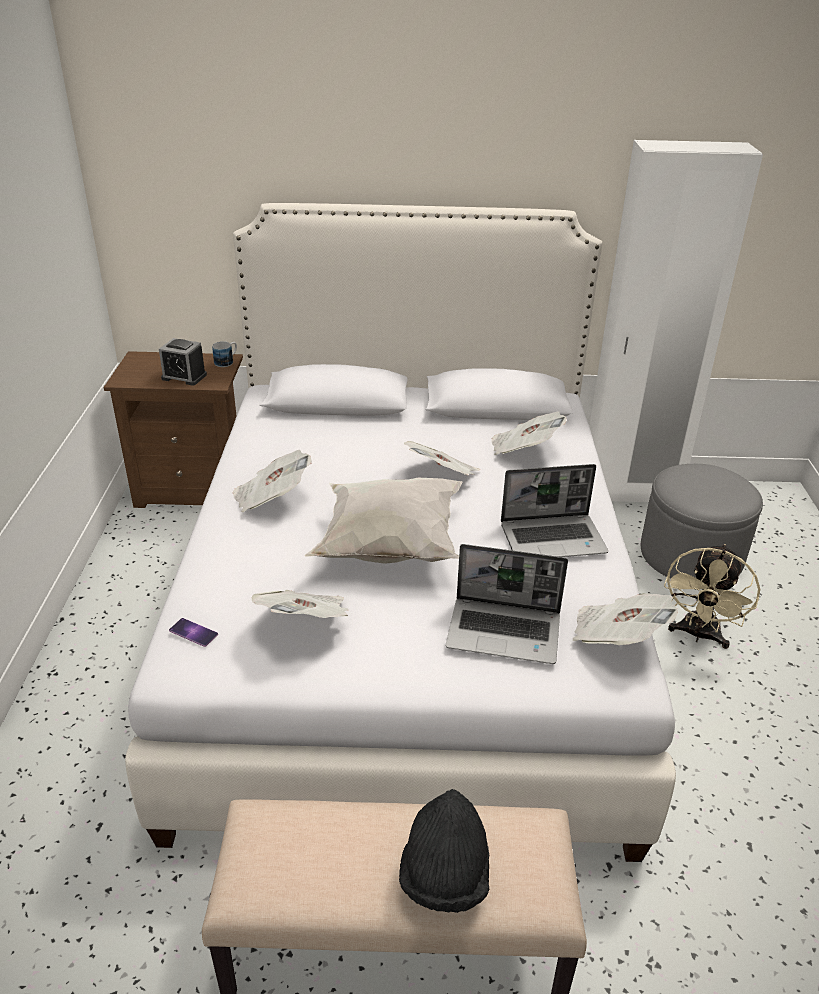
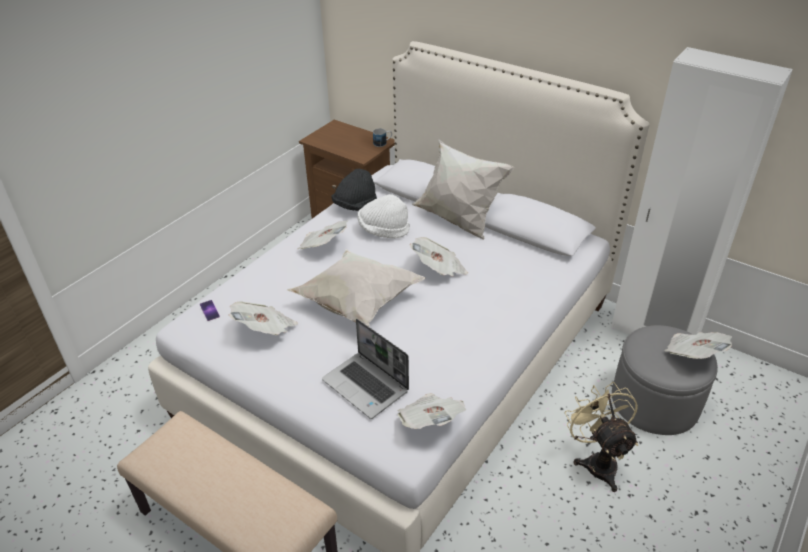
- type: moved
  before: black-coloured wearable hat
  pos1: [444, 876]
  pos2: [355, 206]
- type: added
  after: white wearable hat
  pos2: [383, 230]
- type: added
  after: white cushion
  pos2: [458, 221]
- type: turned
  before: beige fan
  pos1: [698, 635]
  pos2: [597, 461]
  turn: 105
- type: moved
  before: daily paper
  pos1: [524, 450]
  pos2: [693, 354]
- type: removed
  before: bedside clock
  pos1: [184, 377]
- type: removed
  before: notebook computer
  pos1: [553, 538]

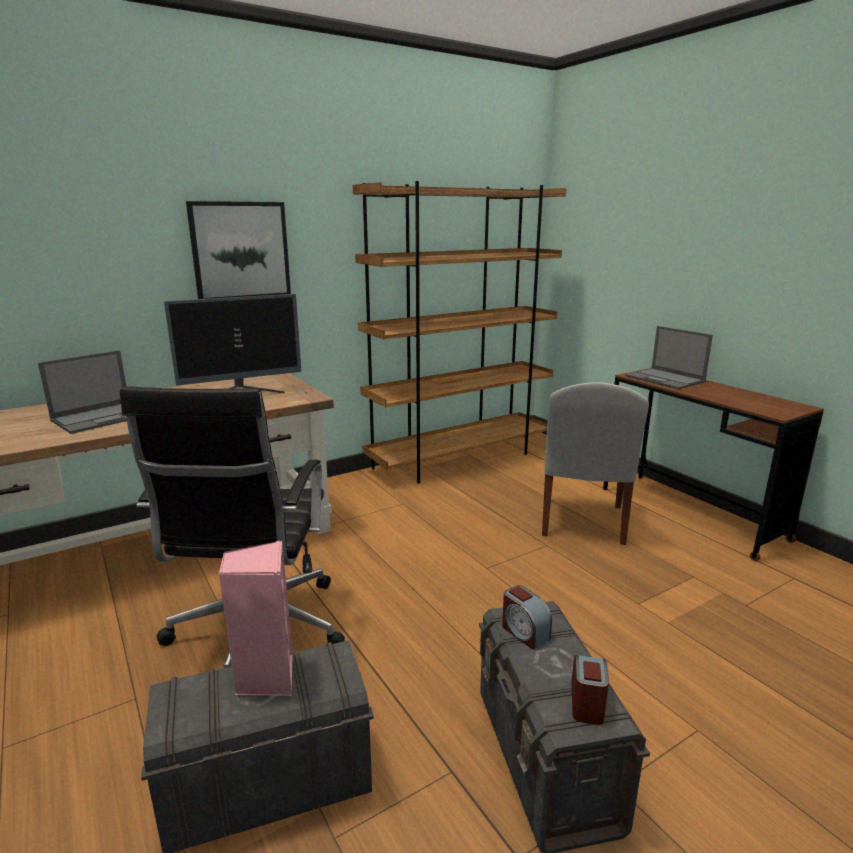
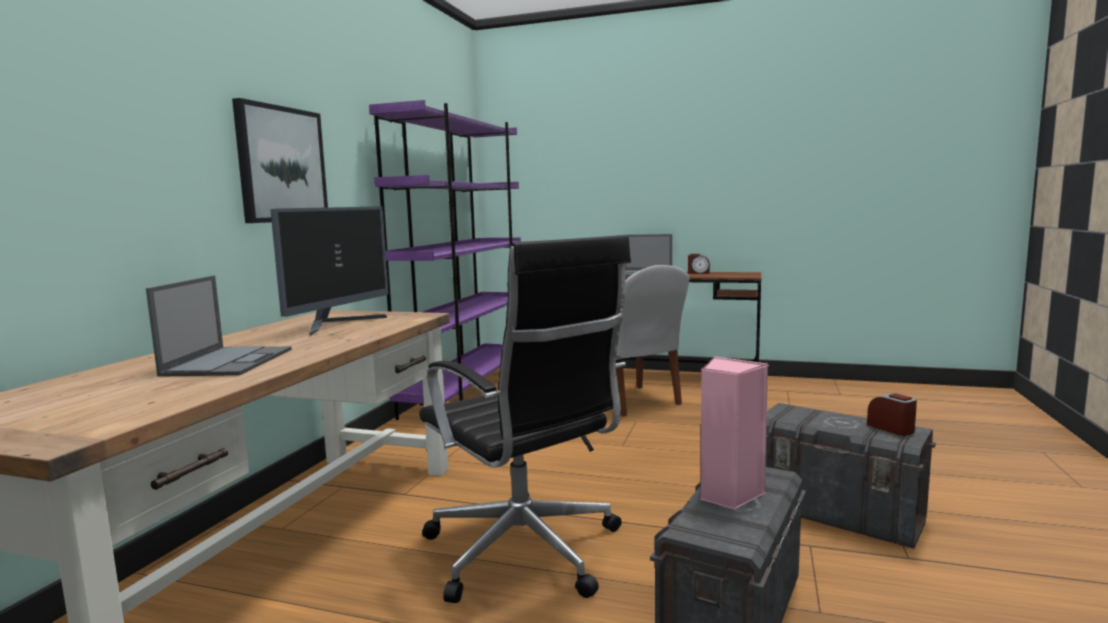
- type: recoloured
  before: brown bookcase
  after: purple bookcase
  pos1: [460, 459]
  pos2: [467, 392]
- type: moved
  before: bedside clock
  pos1: [524, 632]
  pos2: [698, 273]

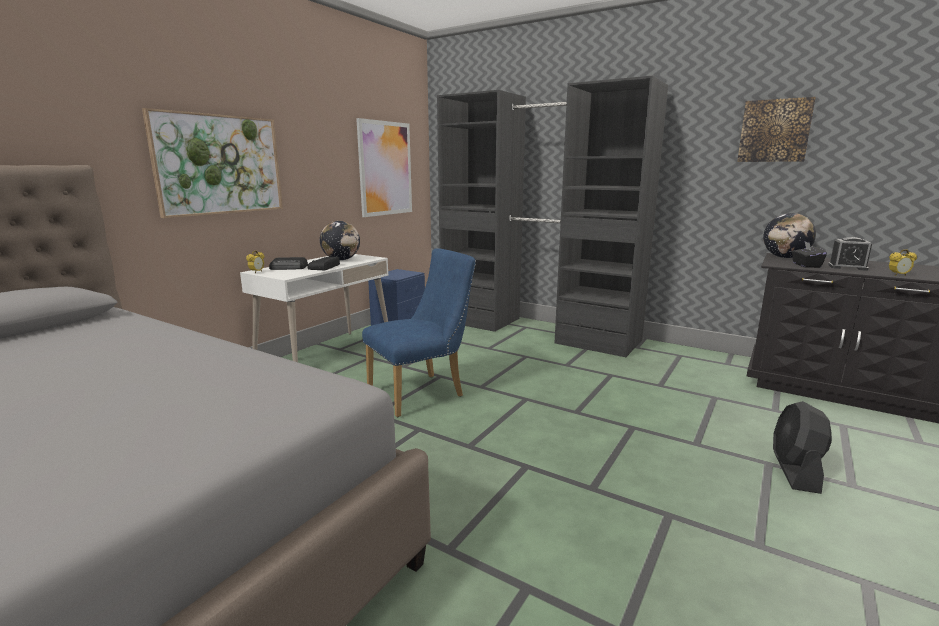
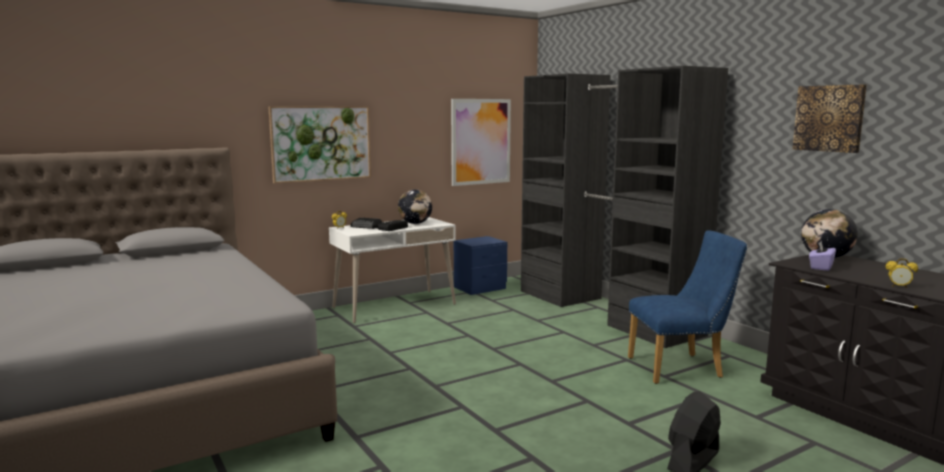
- type: moved
  before: bluish chair
  pos1: [422, 393]
  pos2: [681, 368]
- type: recoloured
  before: black-coloured box of tissues
  after: purple box of tissues
  pos1: [805, 265]
  pos2: [820, 267]
- type: removed
  before: bedside clock
  pos1: [847, 267]

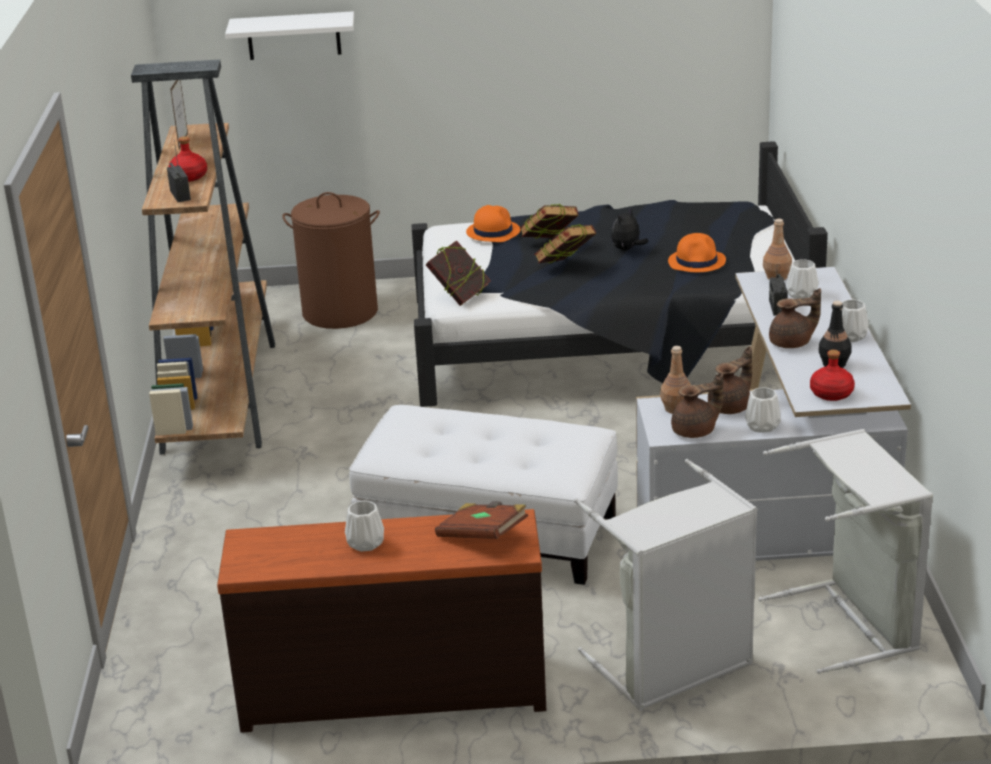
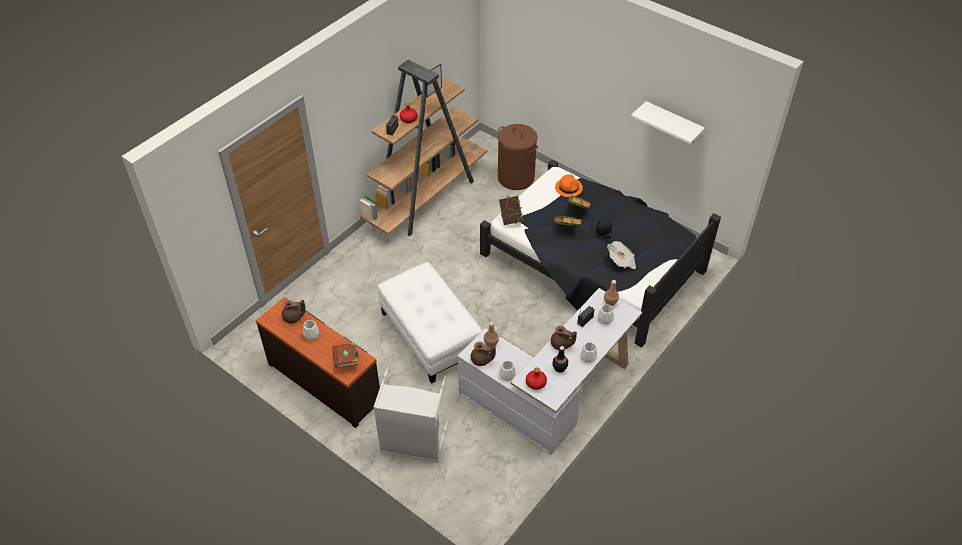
- type: moved
  before: brown teapot
  pos1: [731, 407]
  pos2: [293, 318]
- type: replaced
  before: orangey wearable hat
  after: daily paper
  pos1: [697, 261]
  pos2: [621, 261]
- type: moved
  before: white shelf
  pos1: [293, 35]
  pos2: [673, 123]
- type: removed
  before: greyish washing basket
  pos1: [852, 622]

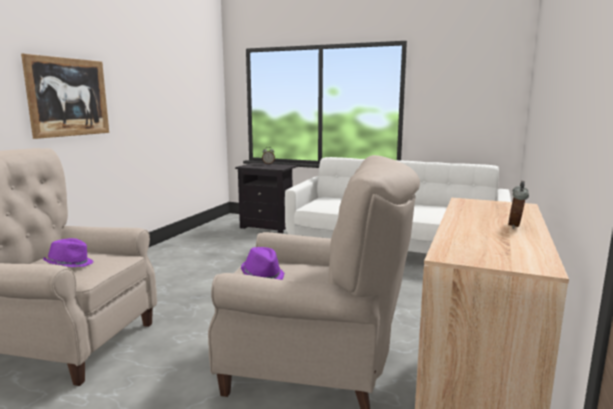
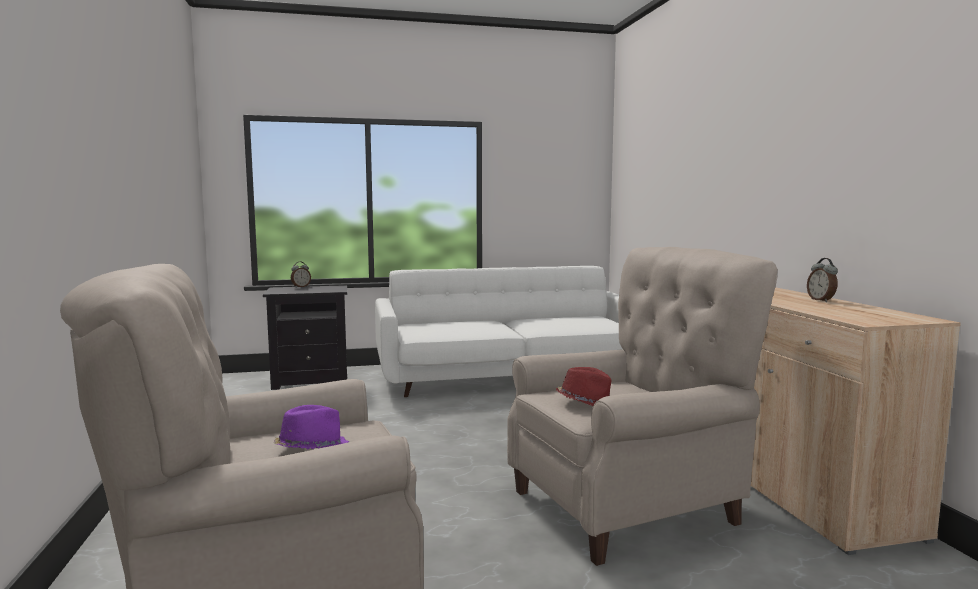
- type: recoloured
  before: purple wearable hat
  after: red-coloured wearable hat
  pos1: [262, 275]
  pos2: [586, 402]
- type: removed
  before: picture
  pos1: [68, 97]

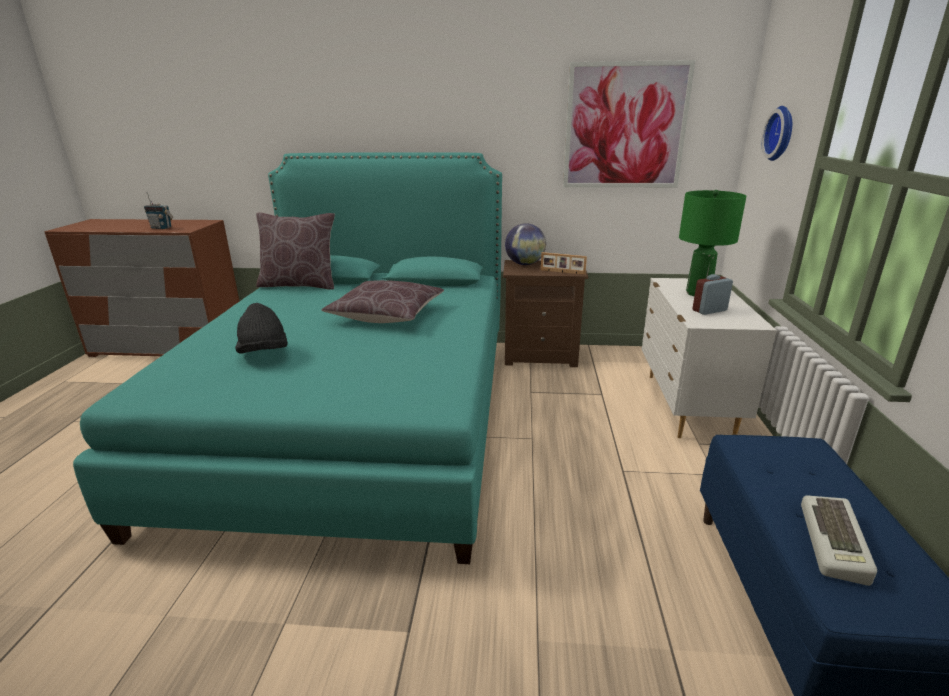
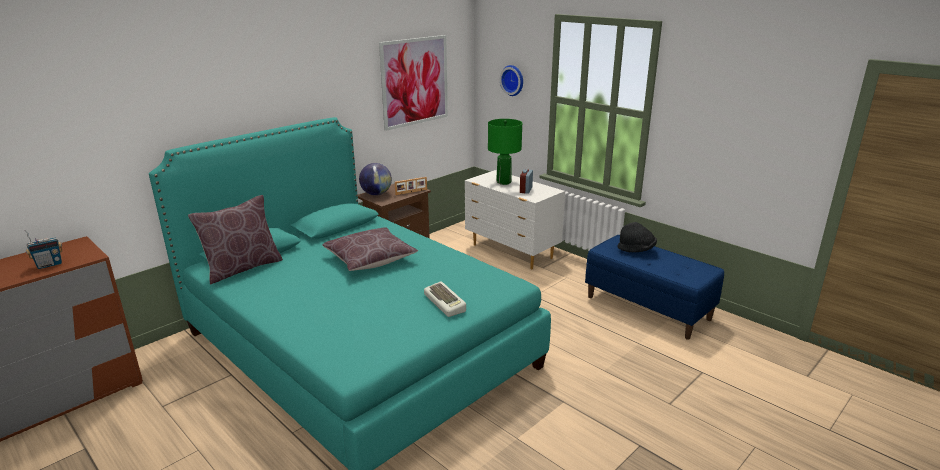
- type: moved
  before: keyboard
  pos1: [836, 544]
  pos2: [446, 303]
- type: moved
  before: black-coloured wearable hat
  pos1: [264, 353]
  pos2: [636, 250]

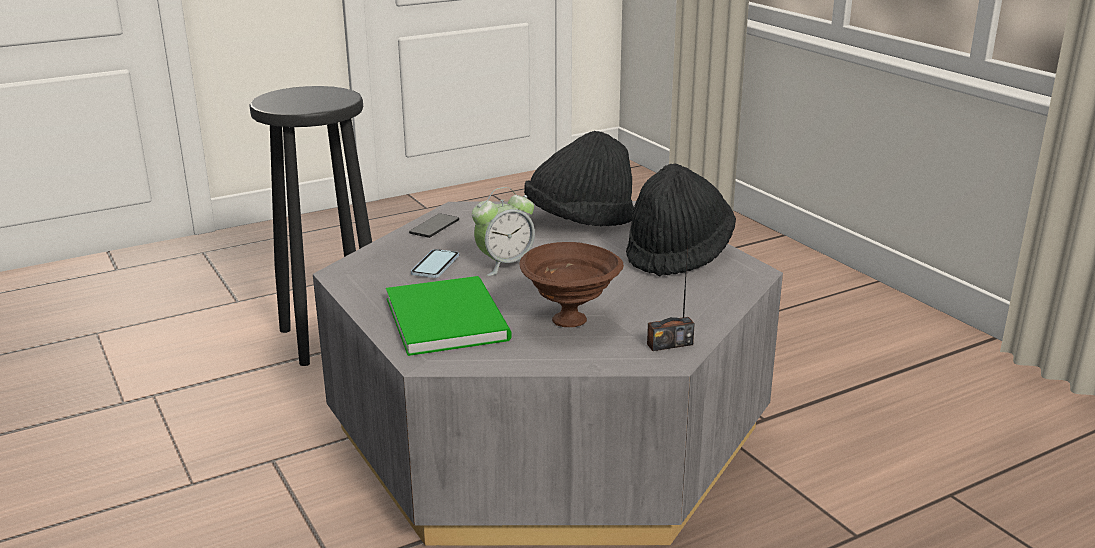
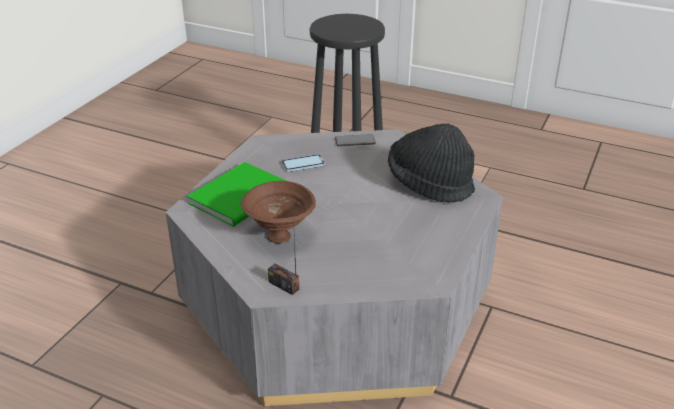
- type: removed
  before: bedside clock
  pos1: [505, 265]
- type: removed
  before: black-coloured wearable hat
  pos1: [678, 254]

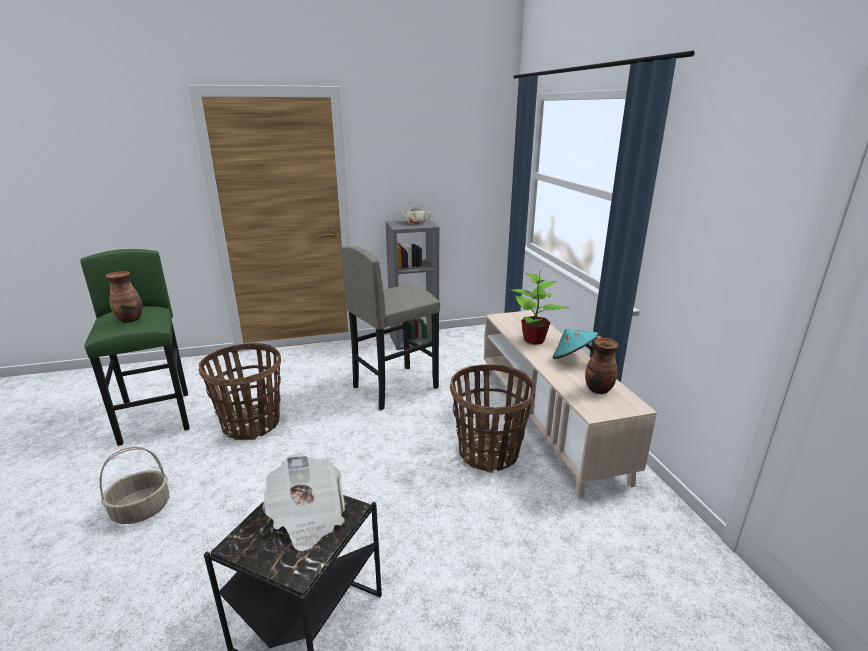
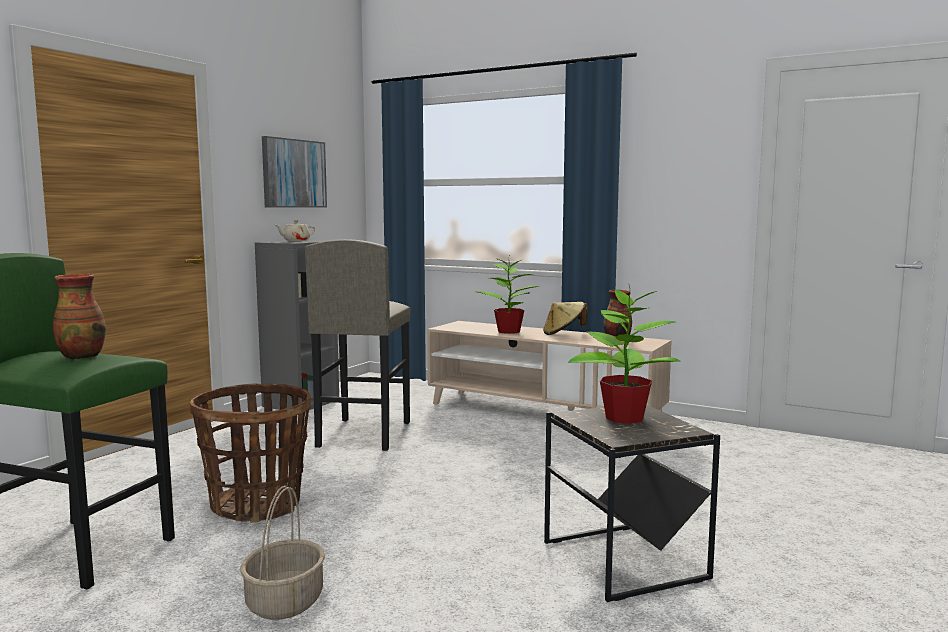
- type: added
  after: picture
  pos2: [294, 173]
- type: recoloured
  before: blue-green wearable hat
  after: beige wearable hat
  pos1: [573, 359]
  pos2: [564, 333]
- type: replaced
  before: daily paper
  after: potted plant
  pos1: [307, 517]
  pos2: [623, 417]
- type: removed
  before: storage basket
  pos1: [489, 452]

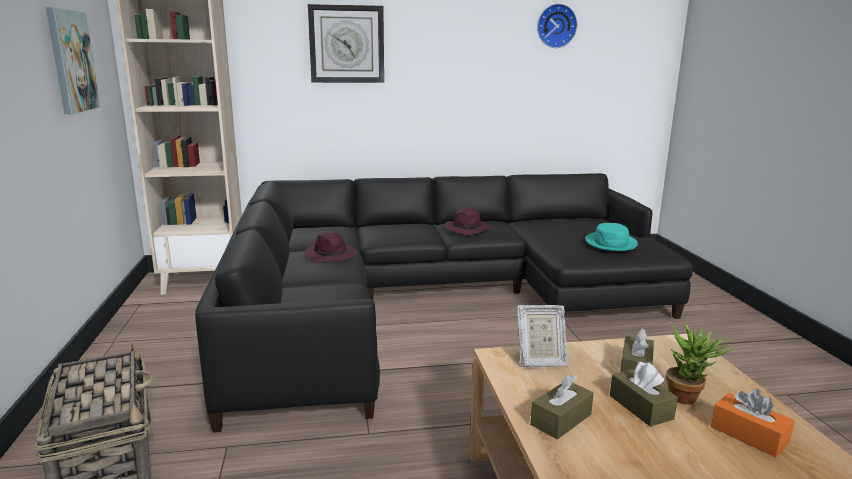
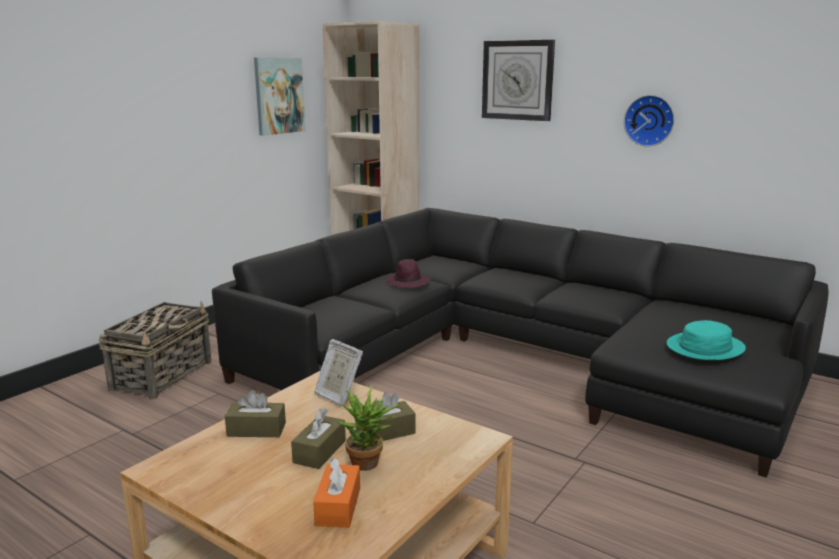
- type: moved
  before: hanging clock
  pos1: [555, 26]
  pos2: [649, 120]
- type: removed
  before: purple wearable hat
  pos1: [467, 229]

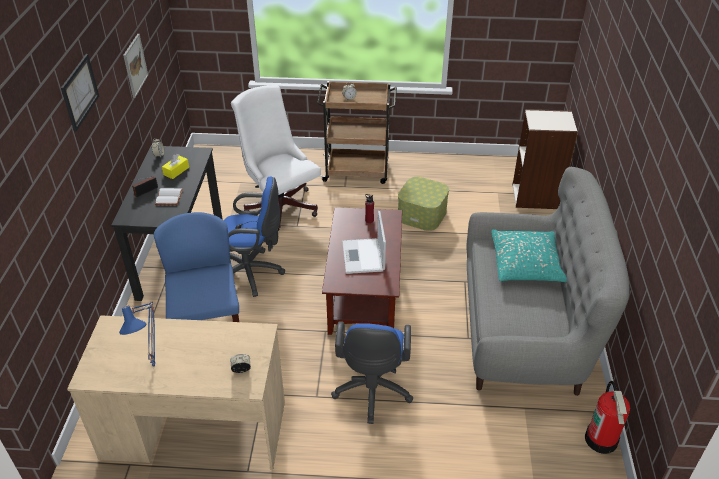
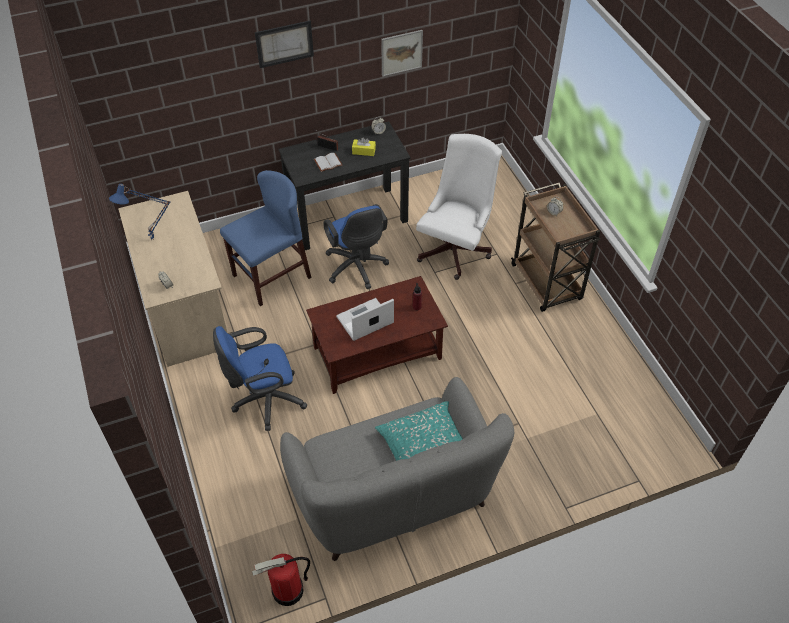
- type: removed
  before: storage box
  pos1: [422, 214]
- type: removed
  before: bookcase
  pos1: [536, 197]

